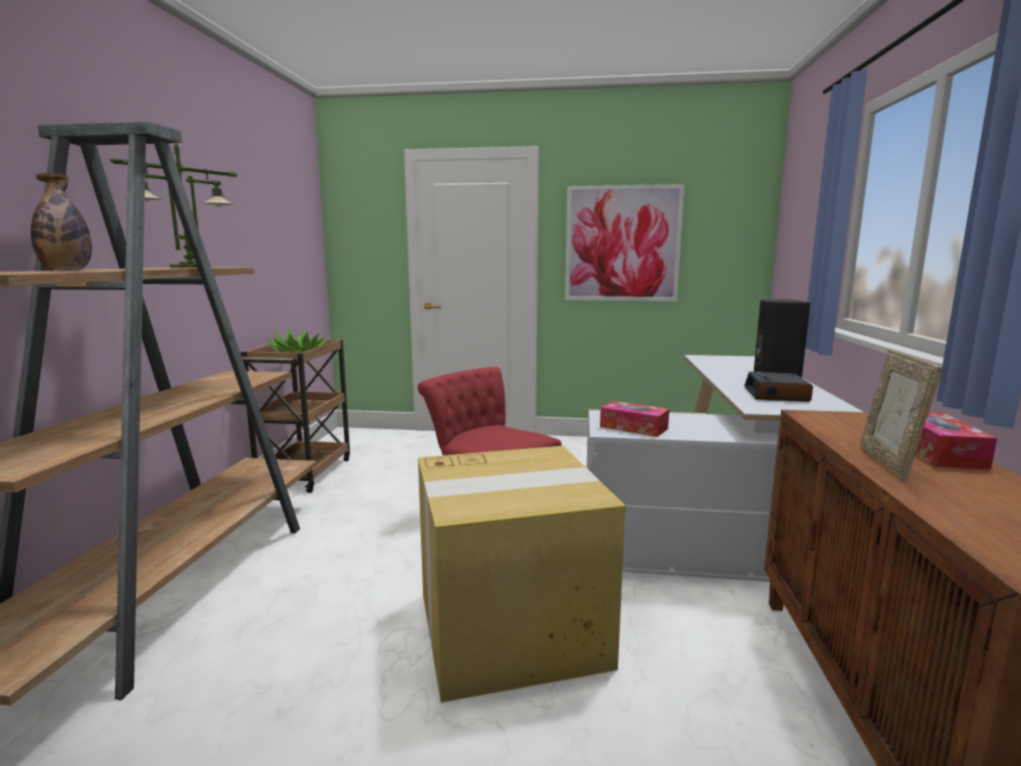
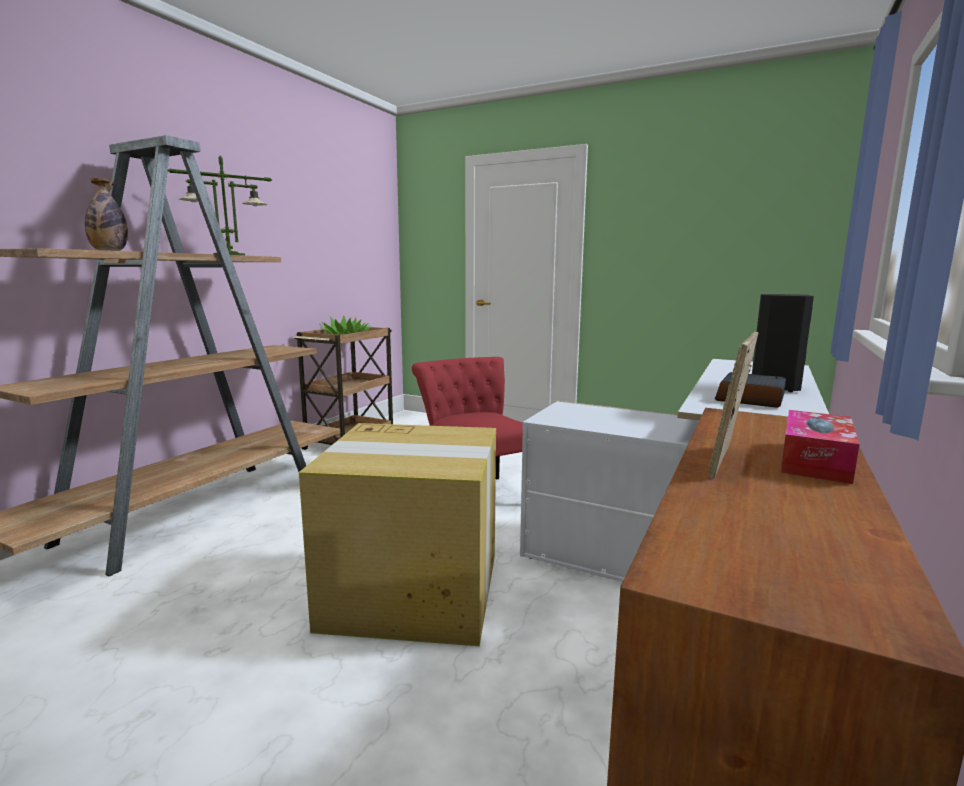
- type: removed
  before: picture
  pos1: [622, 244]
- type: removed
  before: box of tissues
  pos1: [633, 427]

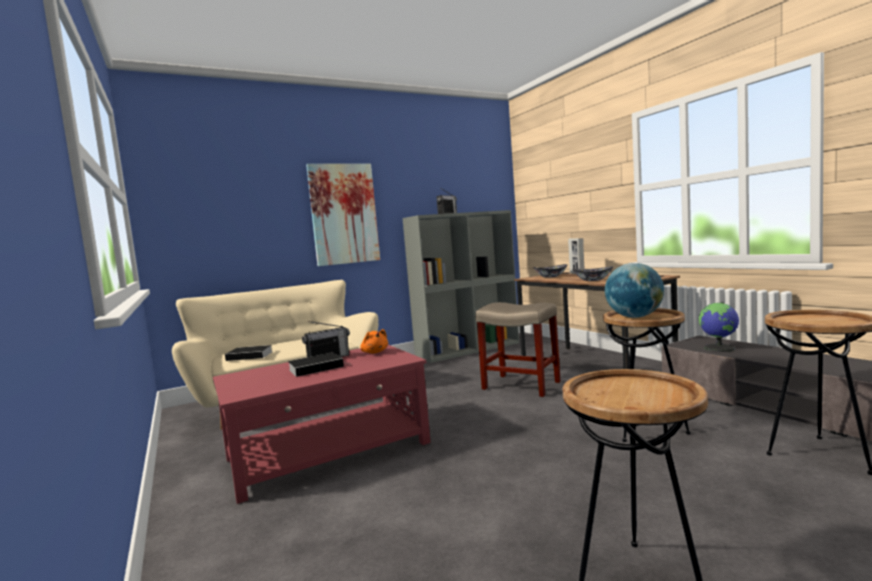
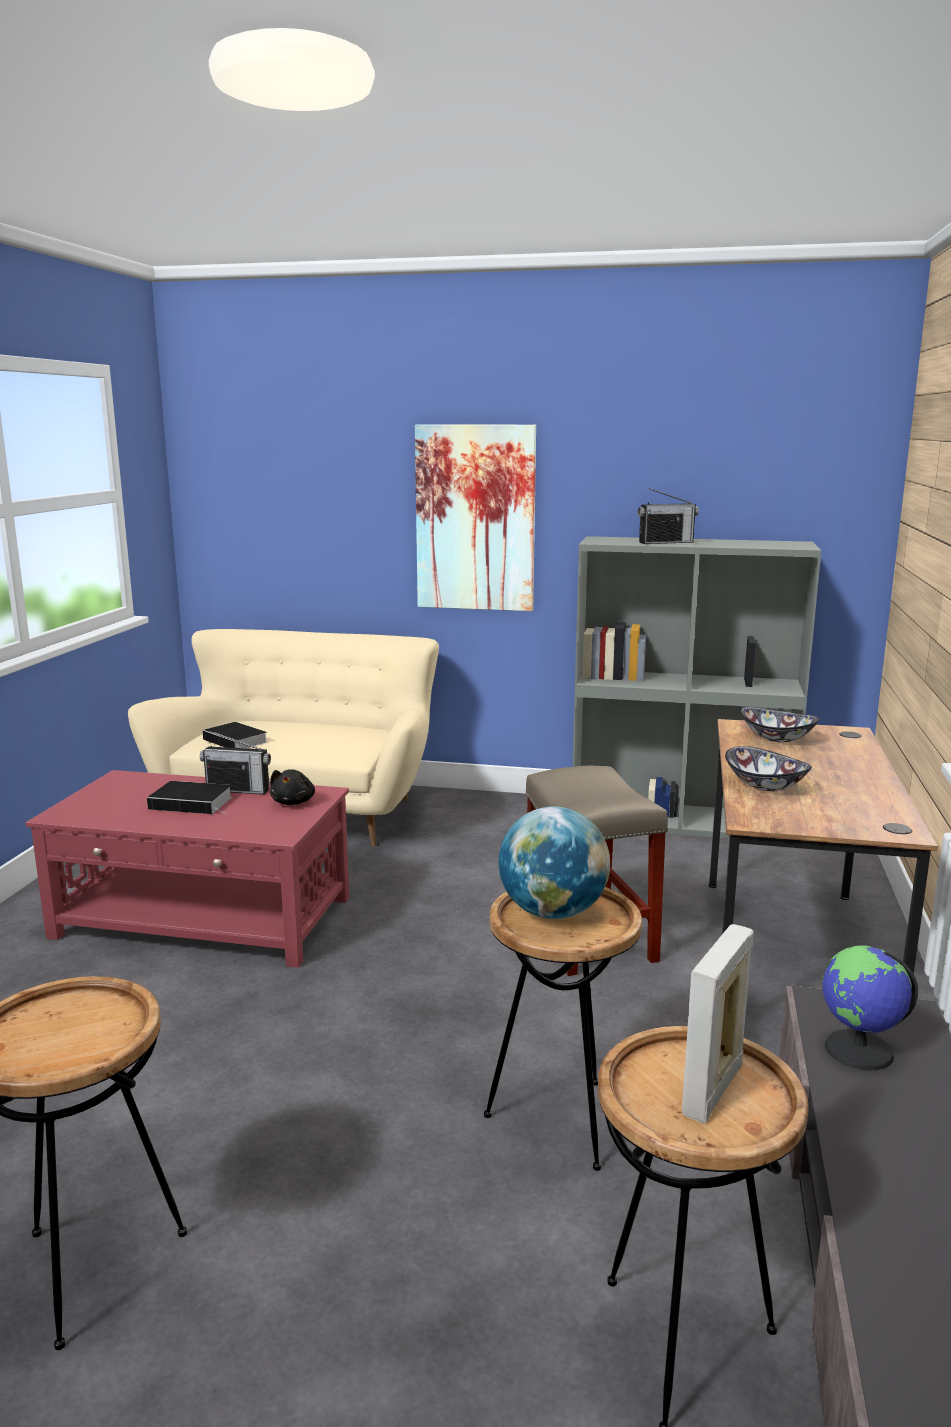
- type: recoloured
  before: orangey cuddly toy
  after: black-coloured cuddly toy
  pos1: [374, 352]
  pos2: [294, 802]
- type: moved
  before: photo frame
  pos1: [577, 274]
  pos2: [712, 1091]

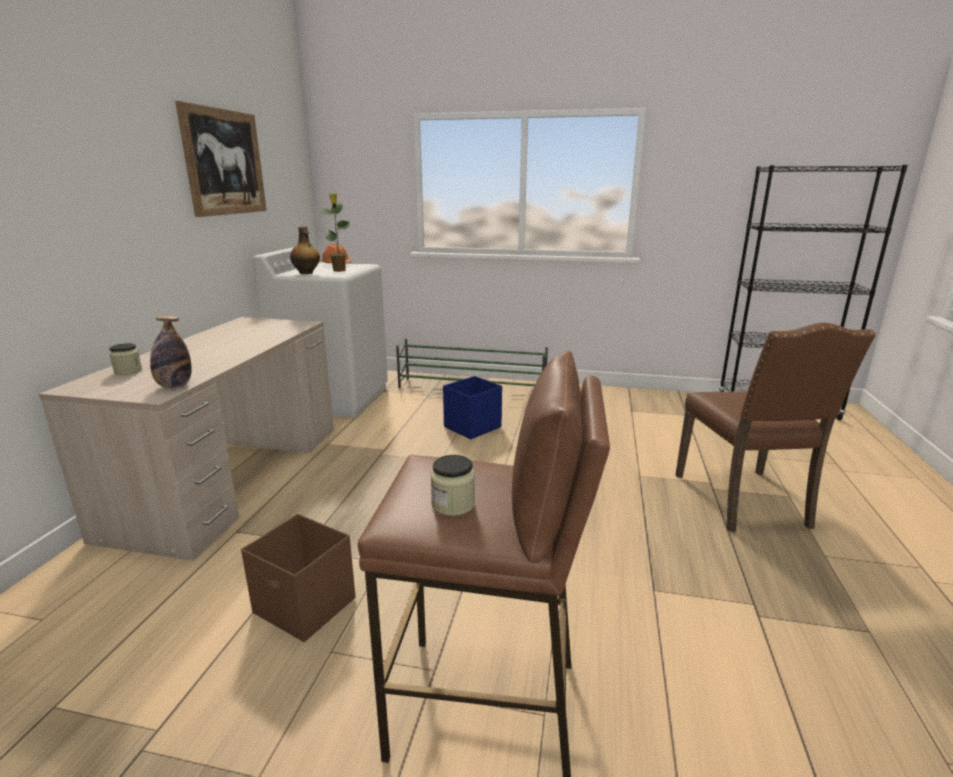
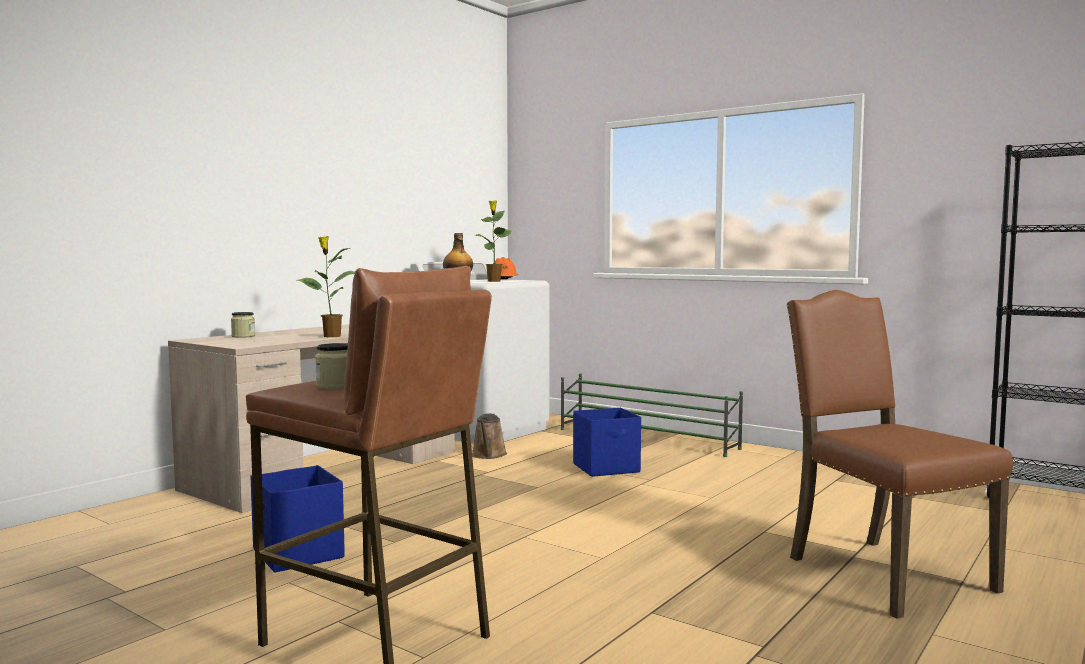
- type: recoloured
  before: brown storage box
  after: bluish storage box
  pos1: [305, 607]
  pos2: [298, 554]
- type: added
  after: potted plant
  pos2: [331, 336]
- type: added
  after: brown watering can
  pos2: [488, 455]
- type: turned
  before: brown chair
  pos1: [744, 501]
  pos2: [883, 573]
  turn: 135
- type: removed
  before: drink bottle
  pos1: [174, 386]
- type: removed
  before: picture
  pos1: [224, 162]

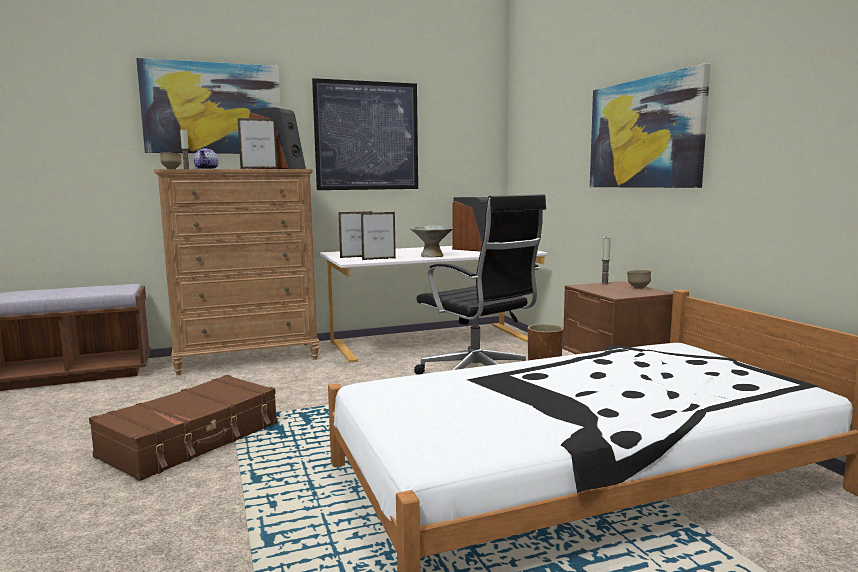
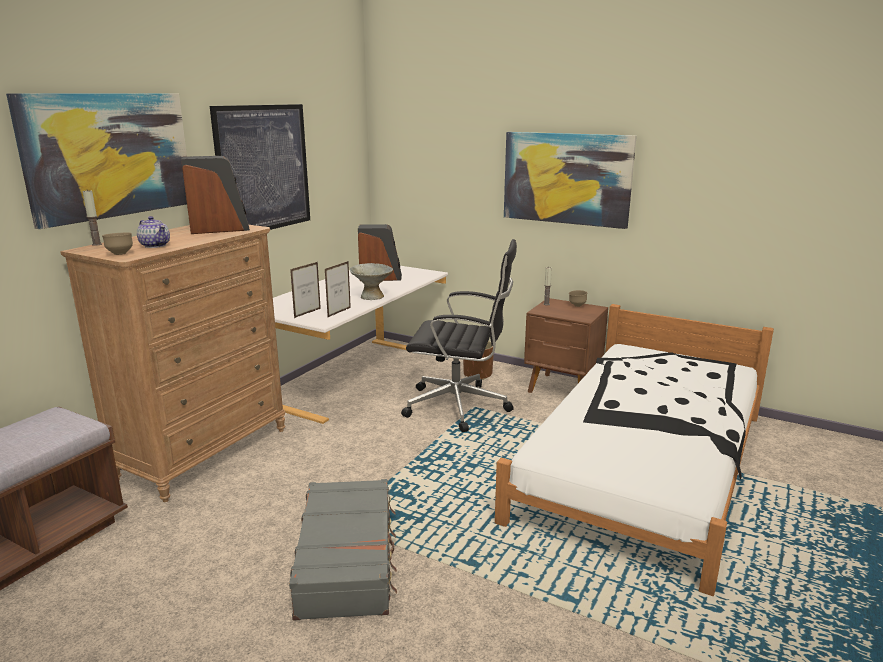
- type: recoloured
  before: brown travel case
  after: greyish travel case
  pos1: [192, 440]
  pos2: [347, 559]
- type: removed
  before: photo frame
  pos1: [259, 168]

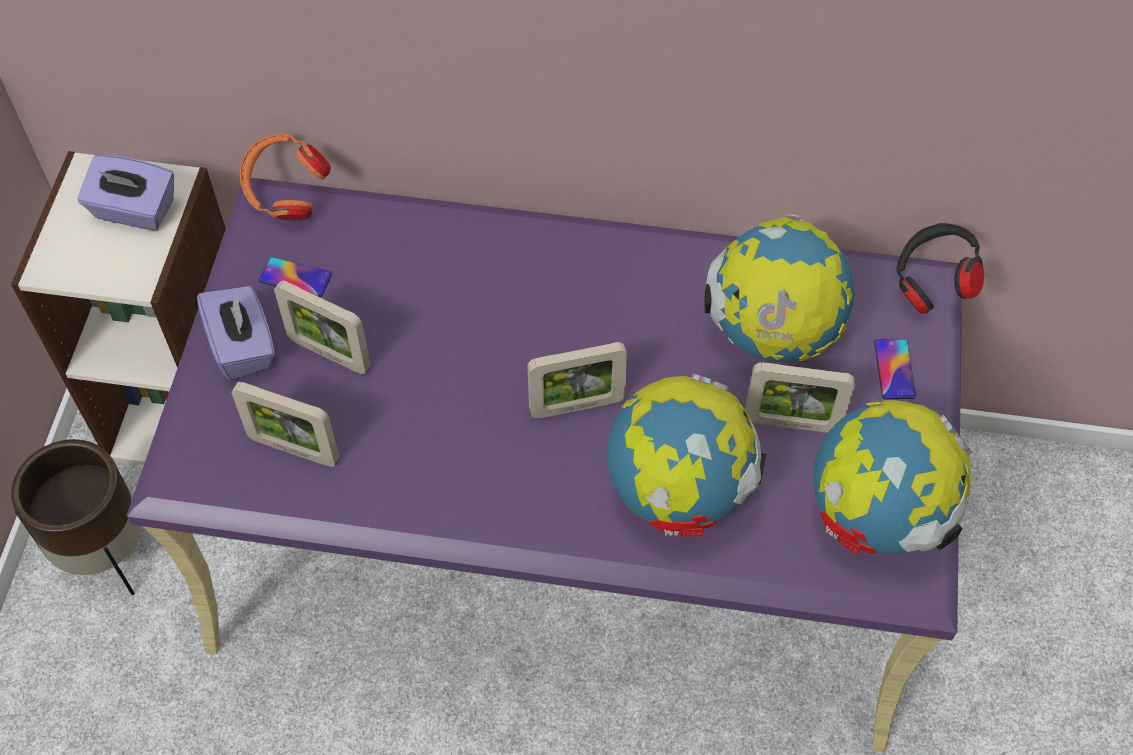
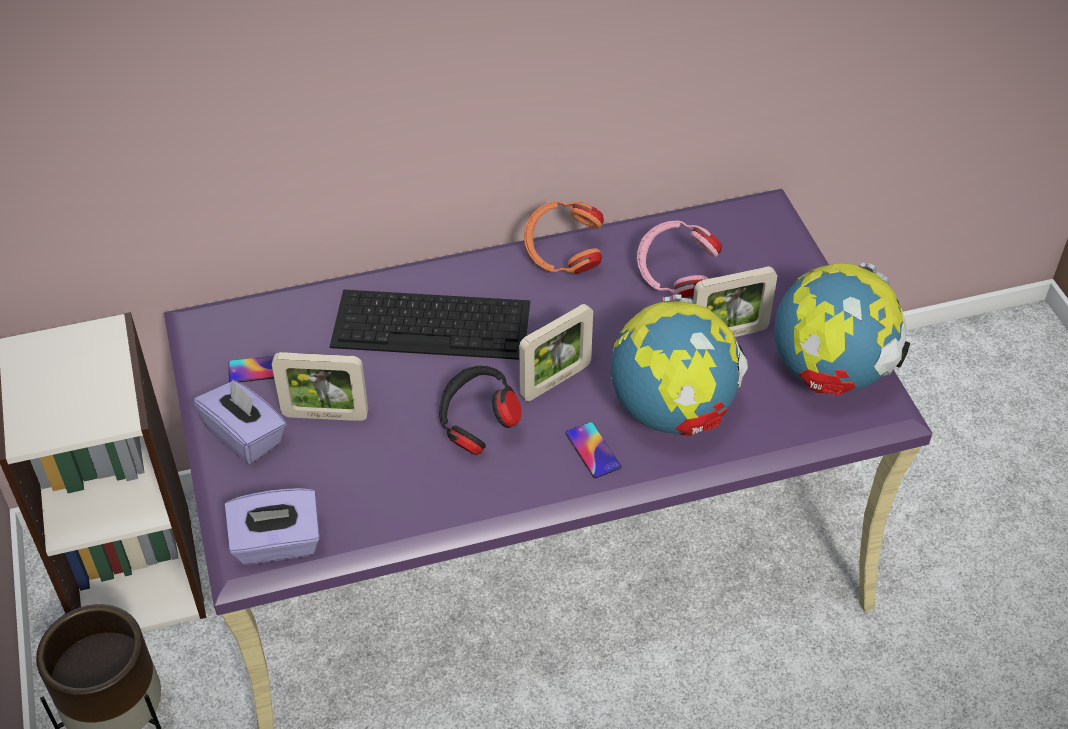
- type: moved
  before: purple box of tissues
  pos1: [134, 211]
  pos2: [277, 544]
- type: added
  after: keyboard
  pos2: [433, 324]
- type: moved
  before: black-coloured pair of headphones
  pos1: [931, 284]
  pos2: [477, 426]
- type: moved
  before: orangey pair of headphones
  pos1: [286, 196]
  pos2: [563, 257]
- type: moved
  before: telephone
  pos1: [894, 369]
  pos2: [593, 450]
- type: replaced
  before: world globe
  after: pinkish pair of headphones
  pos1: [772, 332]
  pos2: [674, 278]
- type: removed
  before: photo frame
  pos1: [294, 449]

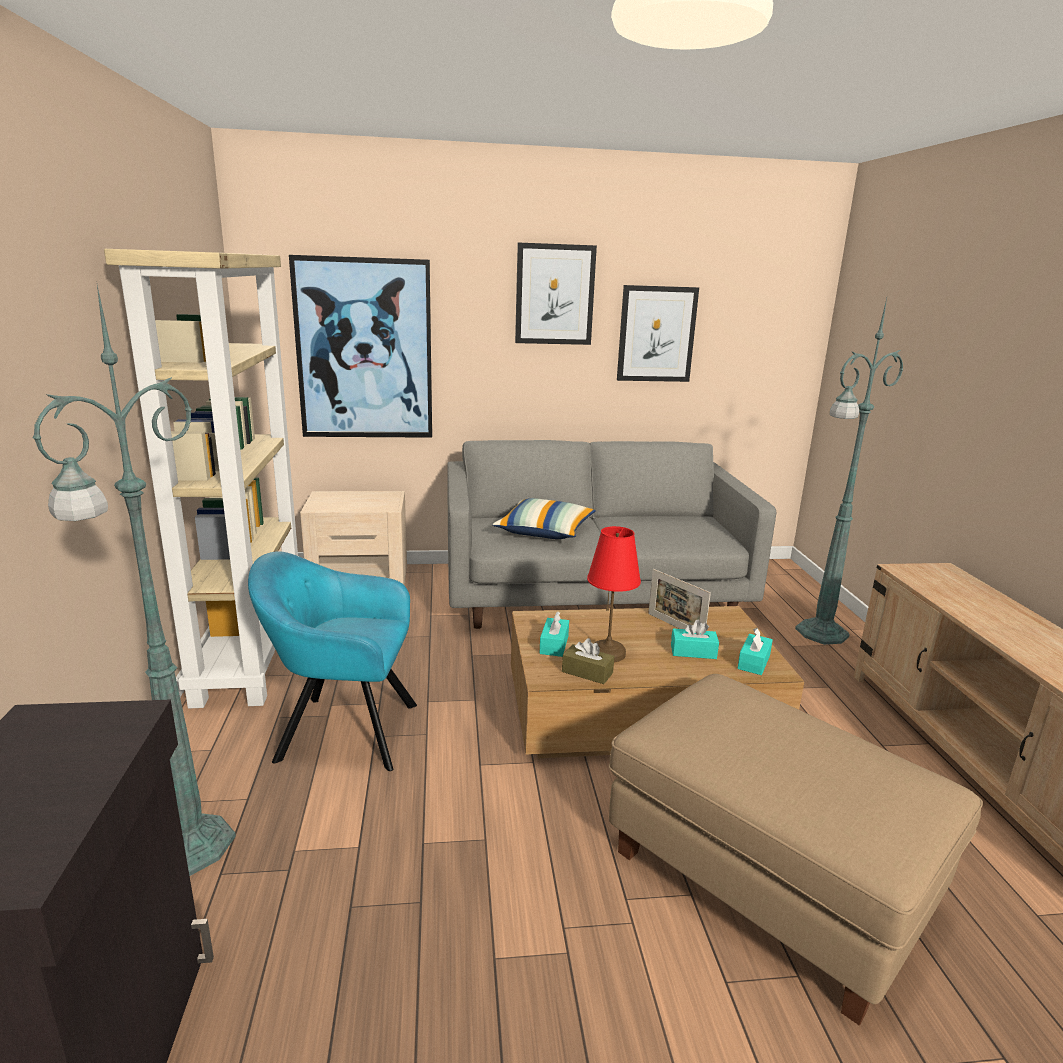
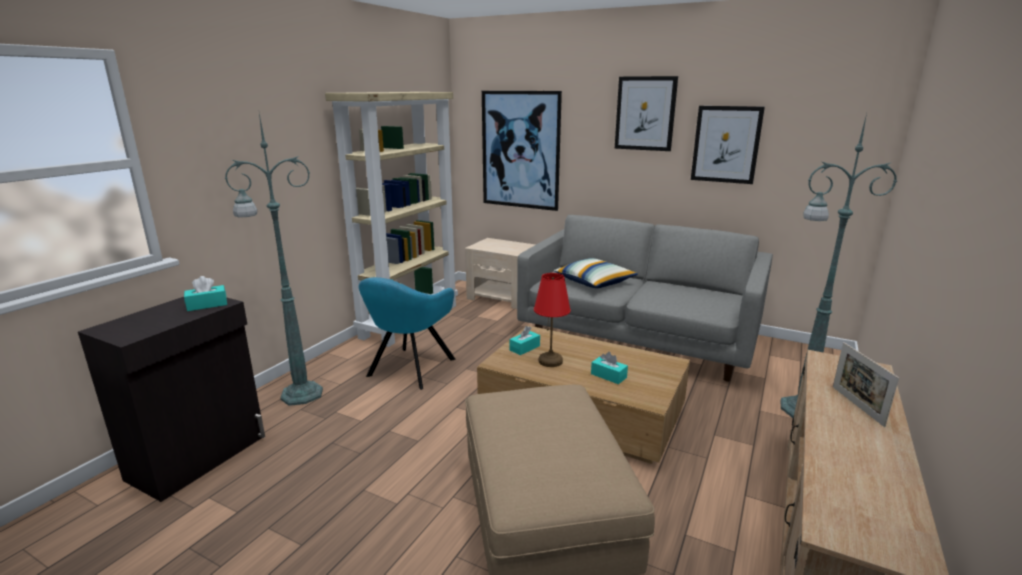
- type: moved
  before: blue-green box of tissues
  pos1: [753, 662]
  pos2: [207, 305]
- type: turned
  before: blue-green armchair
  pos1: [342, 731]
  pos2: [409, 369]
  turn: -105
- type: moved
  before: photo frame
  pos1: [675, 626]
  pos2: [857, 405]
- type: removed
  before: brown box of tissues
  pos1: [587, 672]

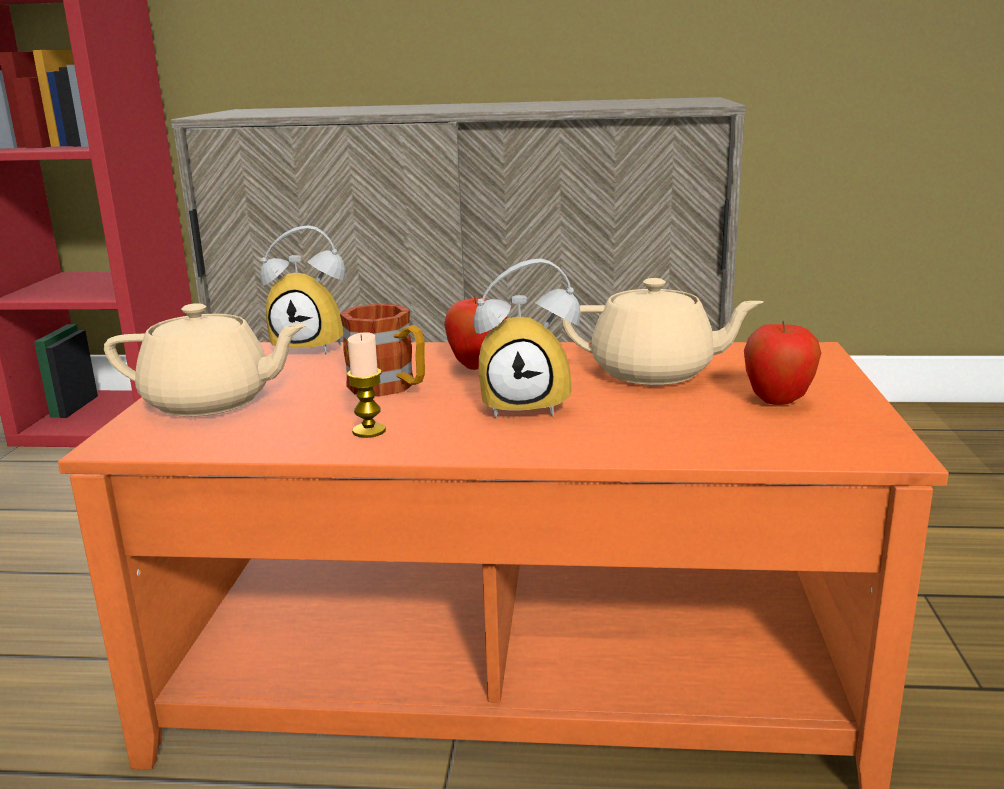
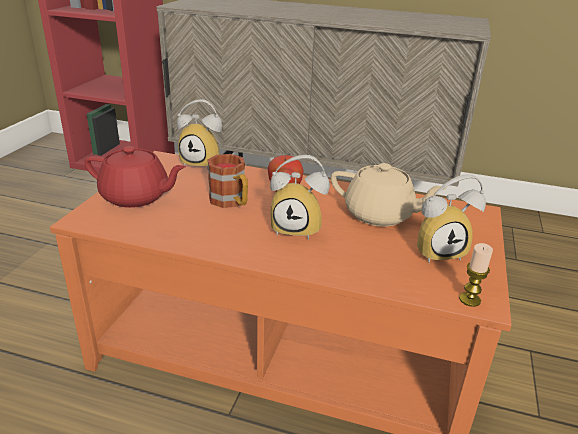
- type: recoloured
  before: beige teapot
  after: red-coloured teapot
  pos1: [211, 402]
  pos2: [136, 197]
- type: replaced
  before: apple fruit
  after: bedside clock
  pos1: [777, 402]
  pos2: [439, 251]
- type: moved
  before: candle
  pos1: [369, 431]
  pos2: [469, 299]

